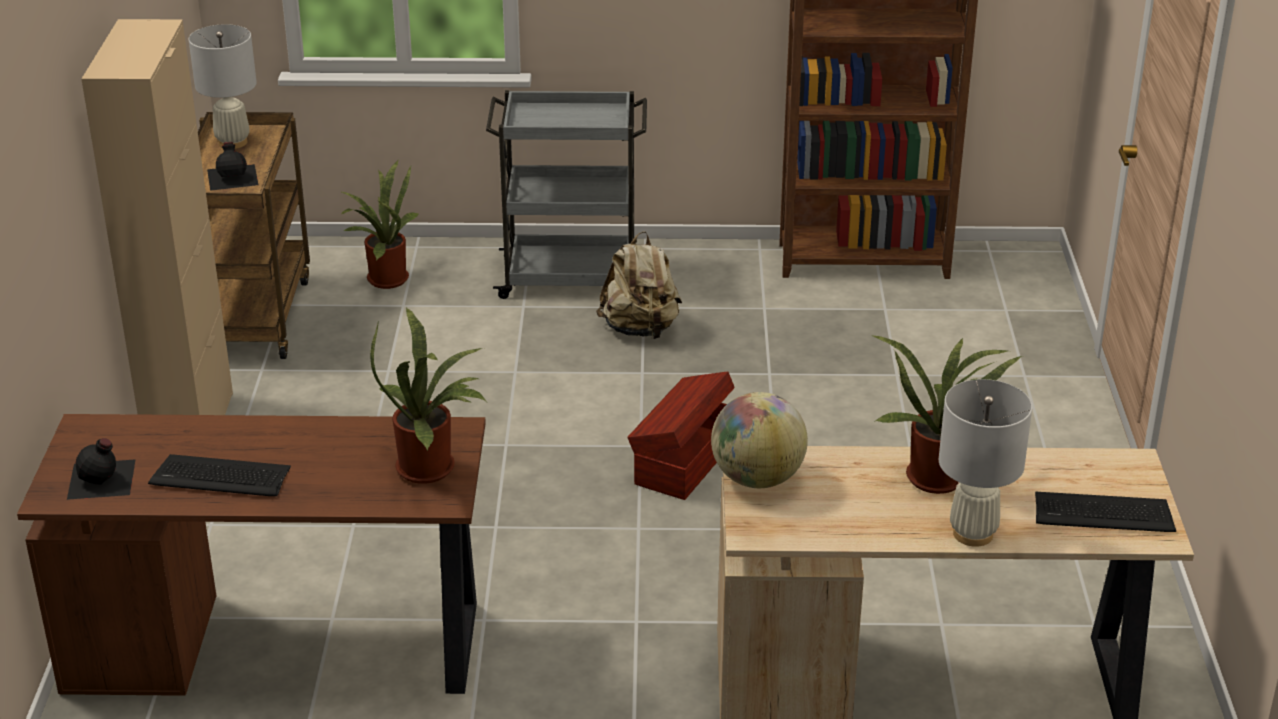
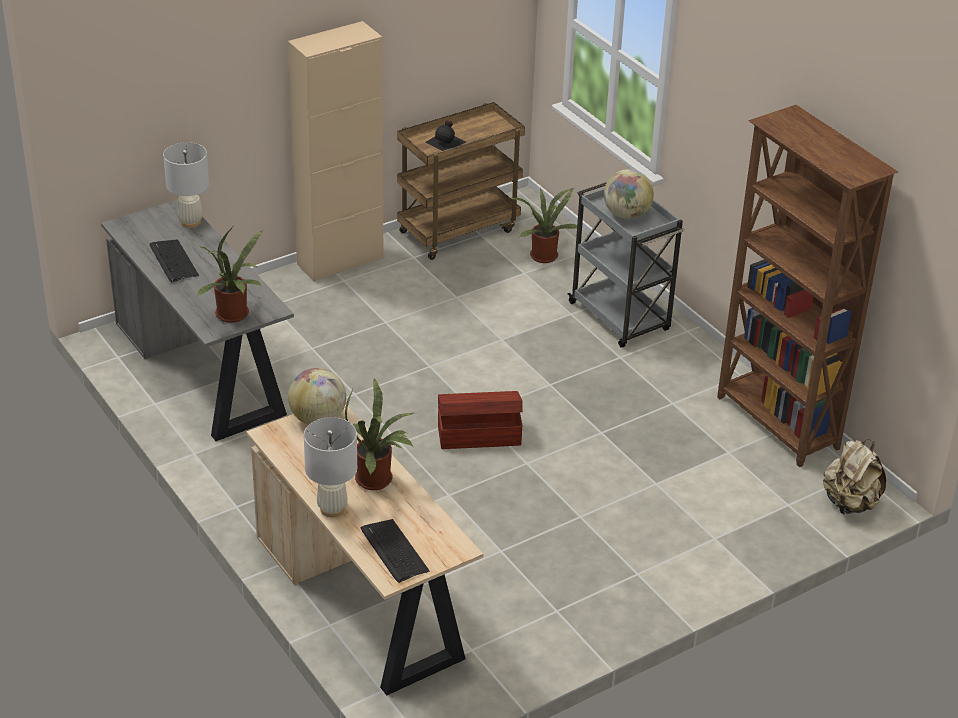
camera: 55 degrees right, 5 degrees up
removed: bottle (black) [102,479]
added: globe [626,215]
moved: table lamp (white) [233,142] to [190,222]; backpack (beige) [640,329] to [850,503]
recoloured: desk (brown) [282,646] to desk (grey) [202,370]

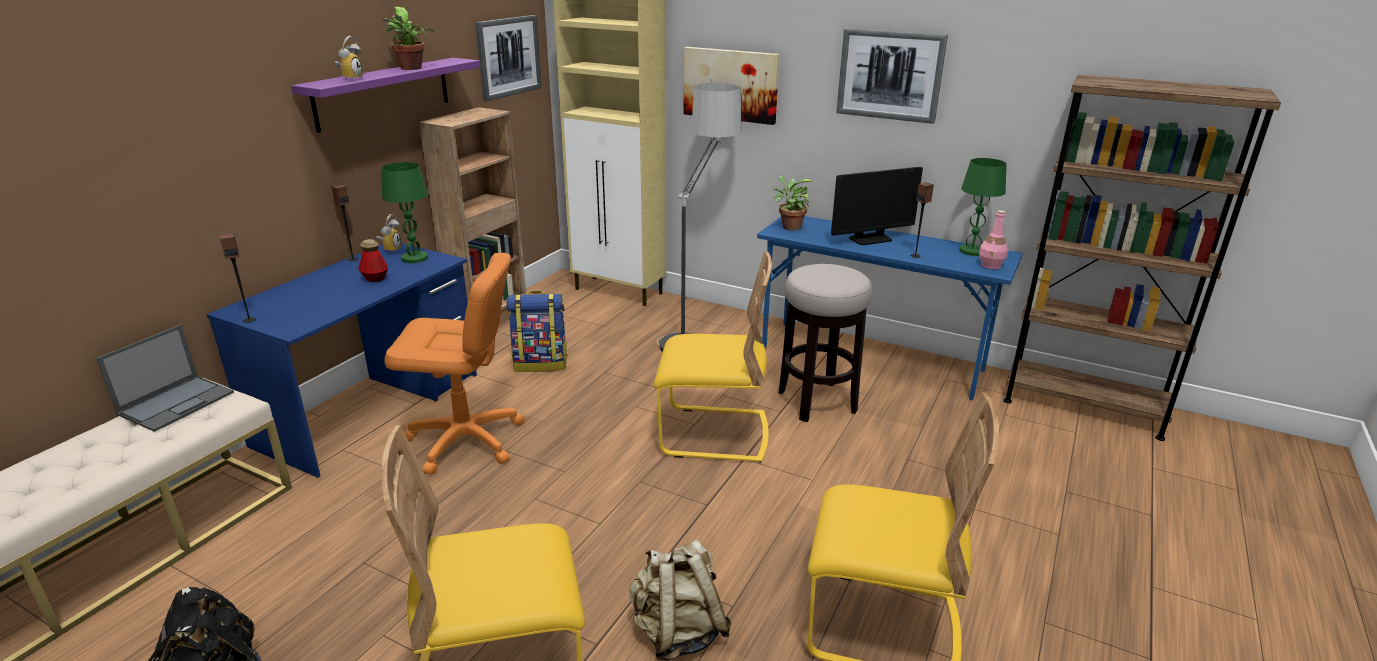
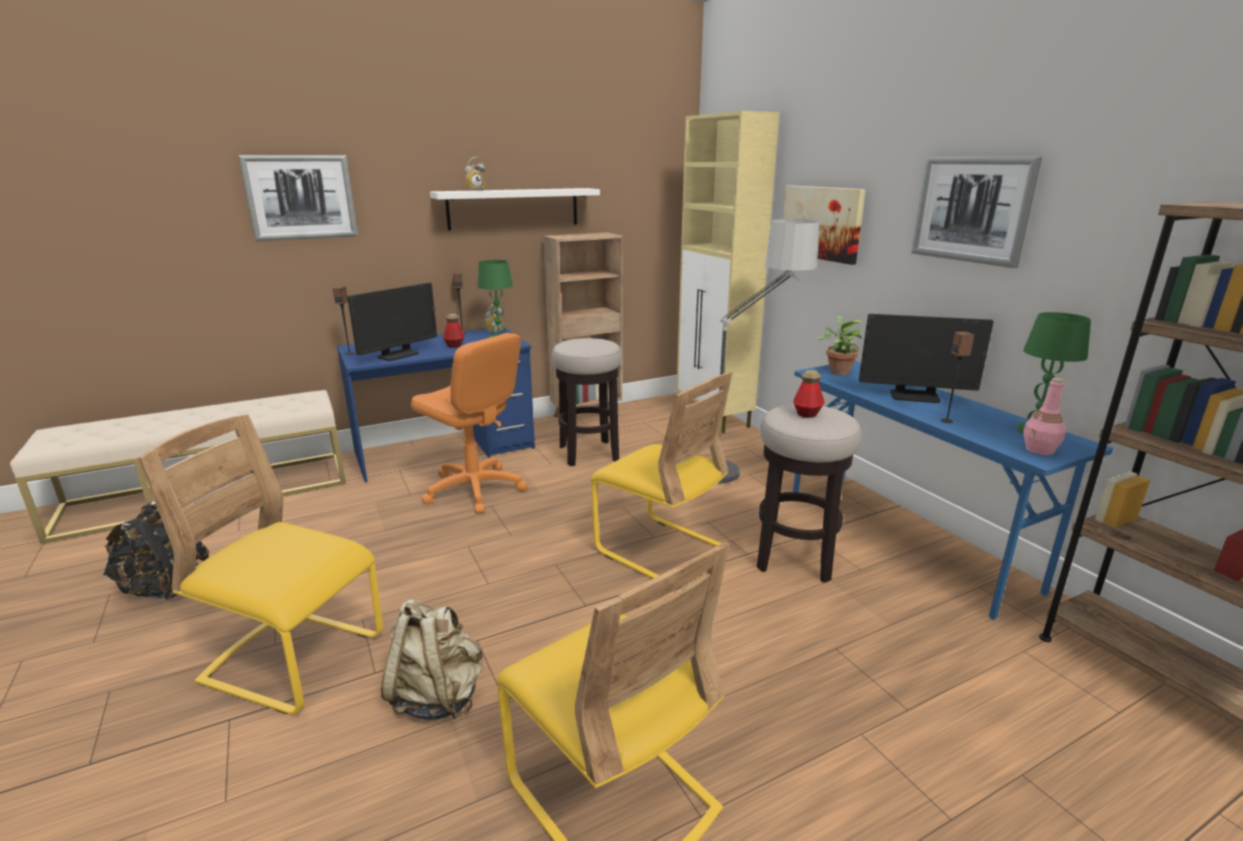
camera: 35 degrees right, 5 degrees down
removed: laptop [177,402]; potted plant [412,69]
added: monitor [398,355]; bottle [807,414]
moved: picture [509,57] to [301,197]
replaced: backpack [541,363] to stool [589,453]
recoloured: shelf (purple) [383,93] to shelf (white) [513,208]

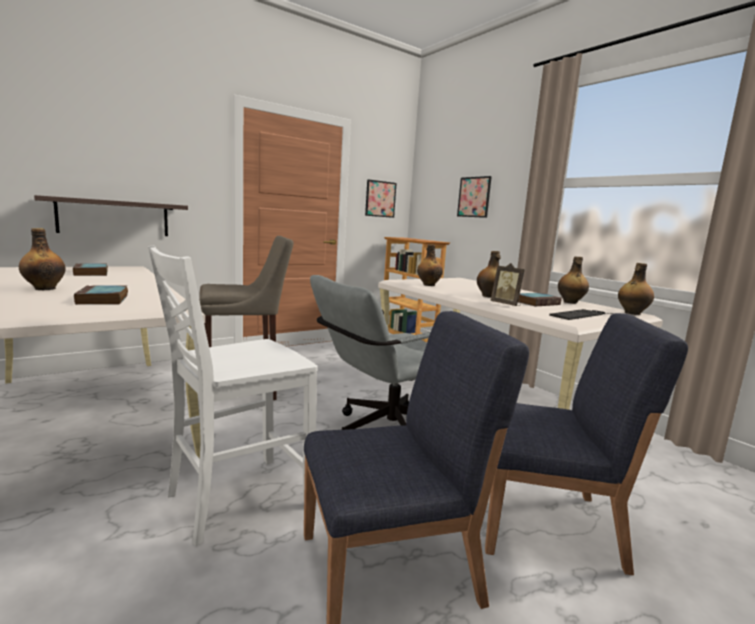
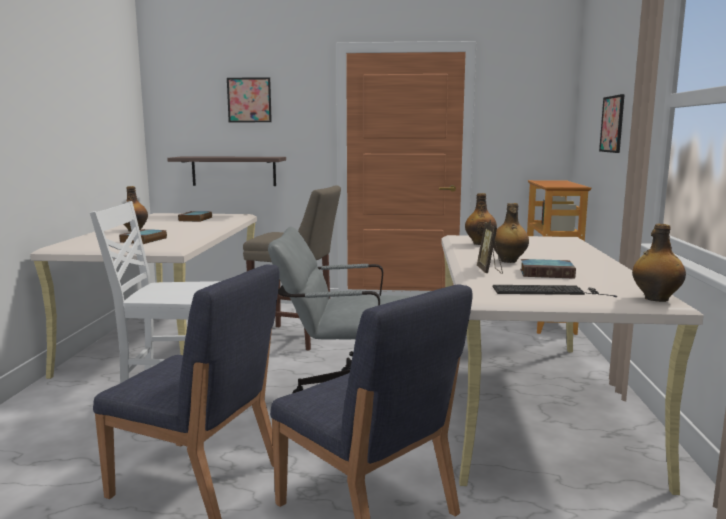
camera: 40 degrees right, 0 degrees up
removed: bottle [570,302]
moved: picture [380,199] to [249,100]

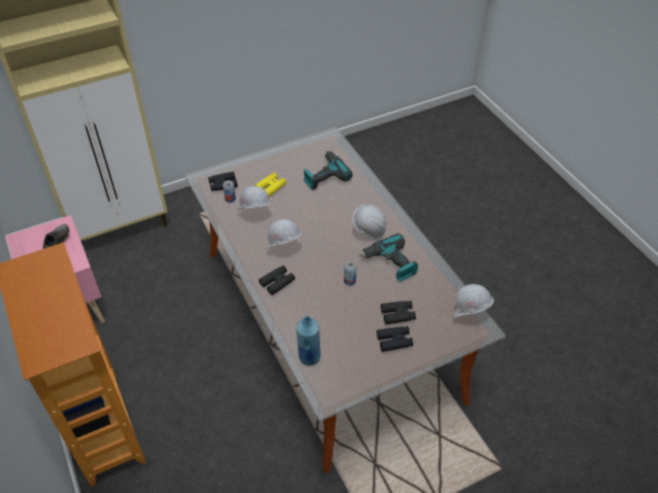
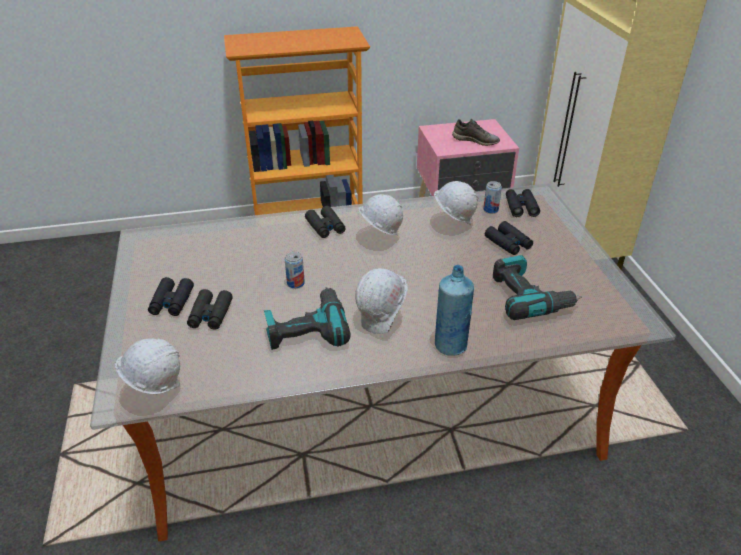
camera: 105 degrees right, 10 degrees down
moved: bottle (blue) [309,357] to [450,345]
recoloured: binoculars (yellow) [270,187] to binoculars (black) [508,243]

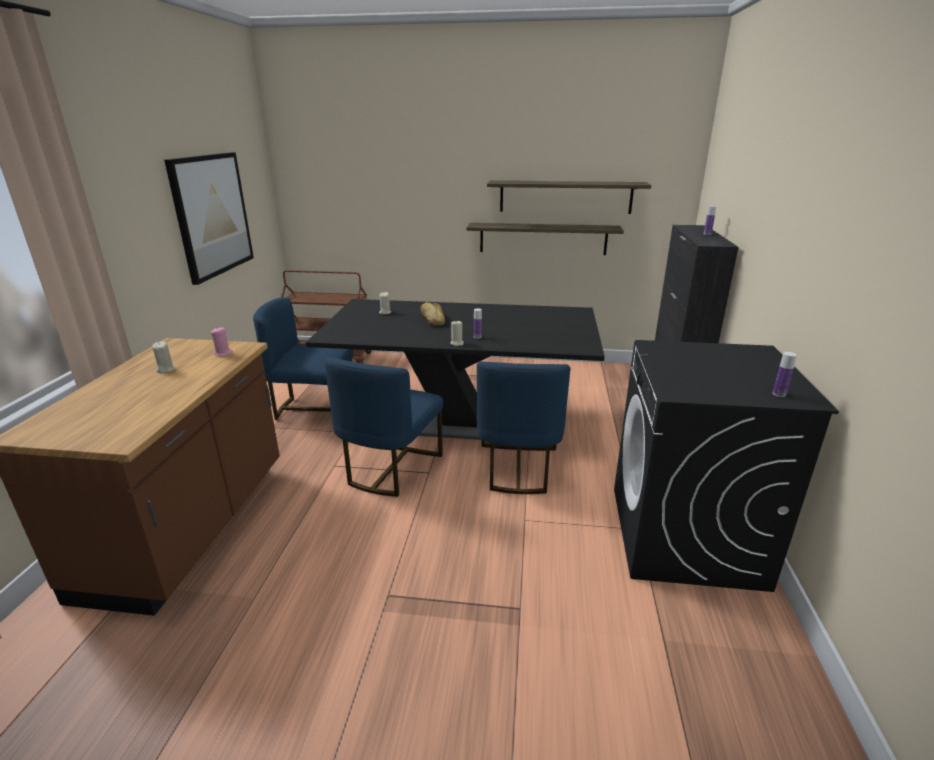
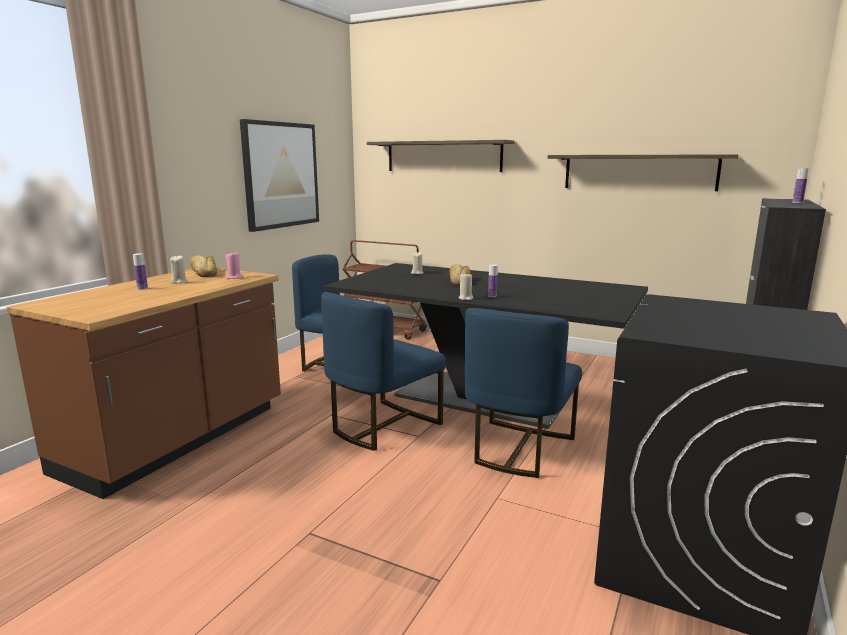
camera: 20 degrees right, 10 degrees down
added: bread [204,273]
moved: shelf [543,238] to [443,156]; bottle [779,394] to [142,288]

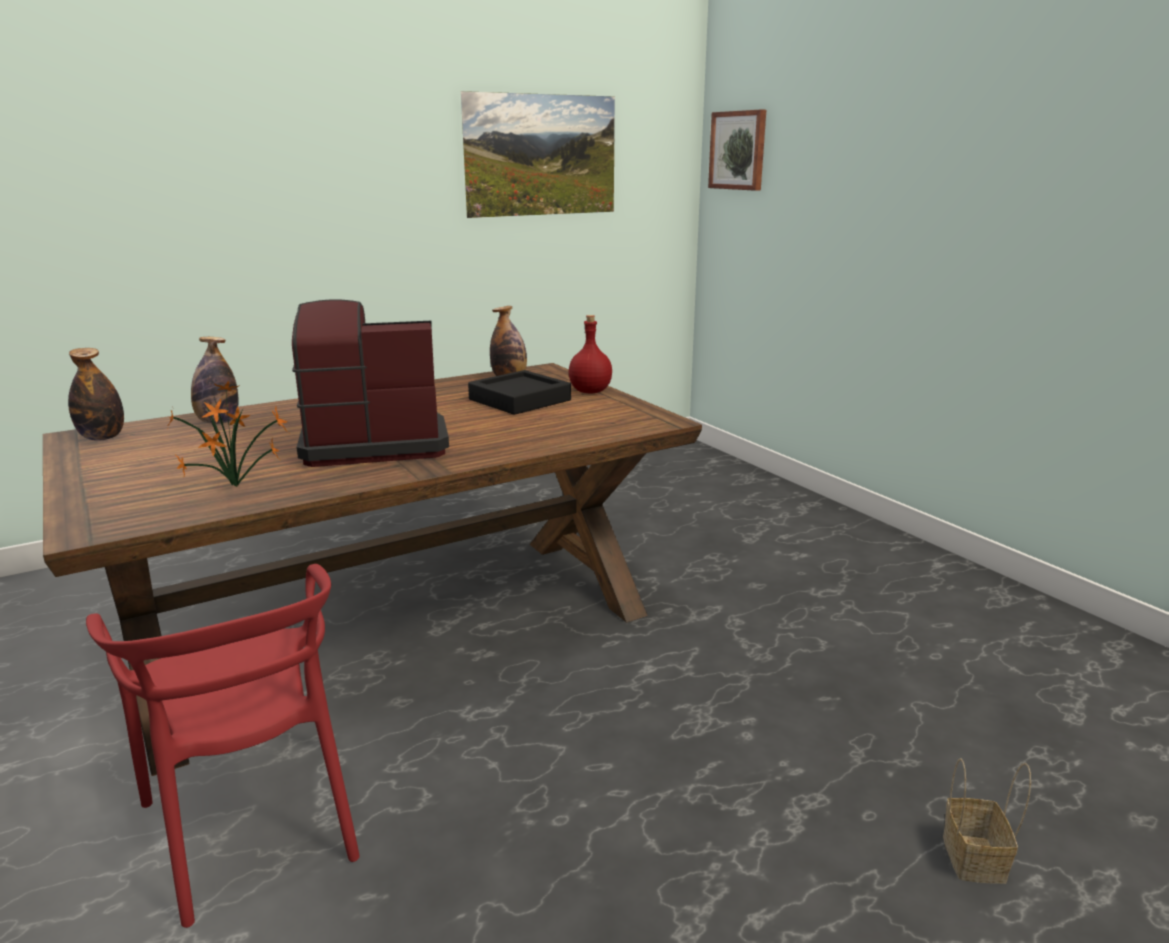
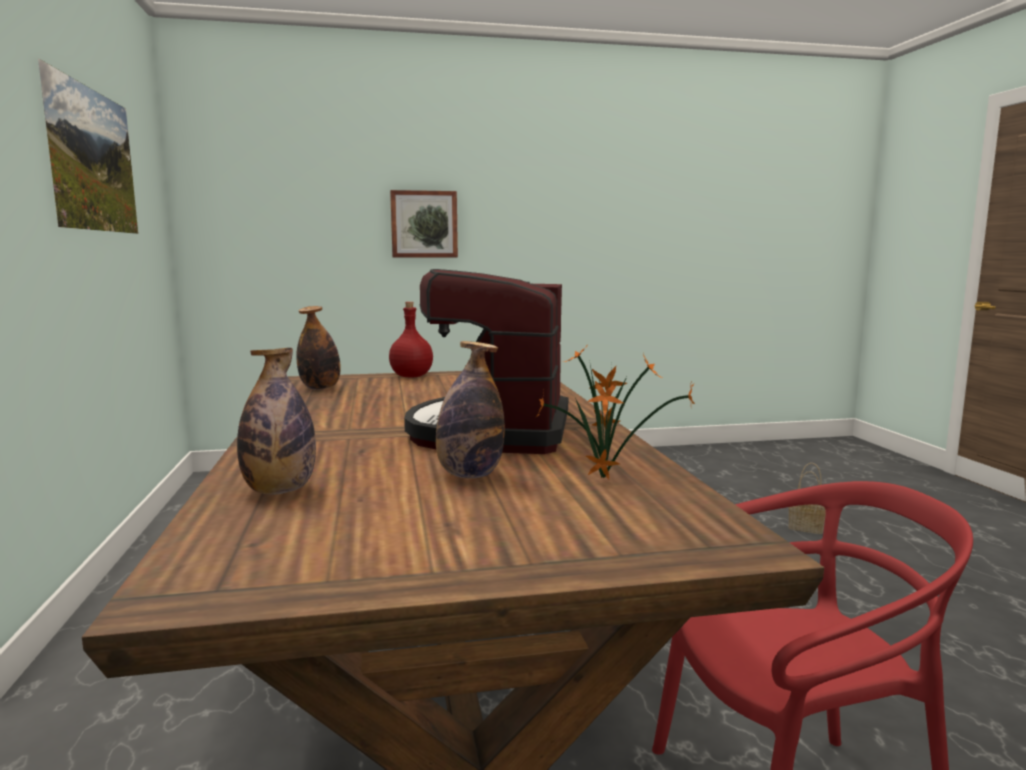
camera: 70 degrees left, 10 degrees down
removed: tray (black) [519,400]
moved: bottle [102,437] to [469,475]; picture [738,150] to [424,224]

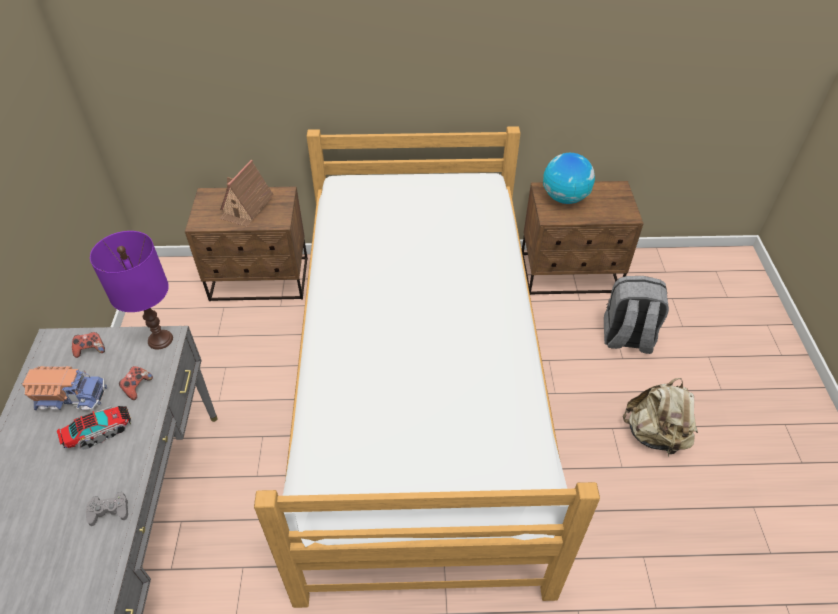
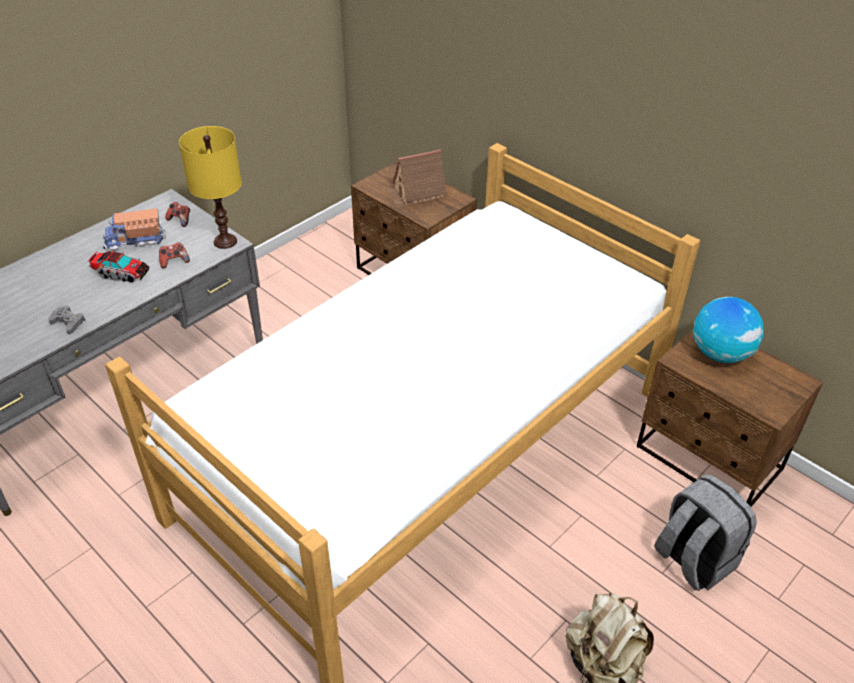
camera: 45 degrees right, 5 degrees down
recoloured: table lamp (purple) [160,339] to table lamp (yellow) [225,241]
turned: toy truck [71,396] = [135,241] 120 degrees clockwise

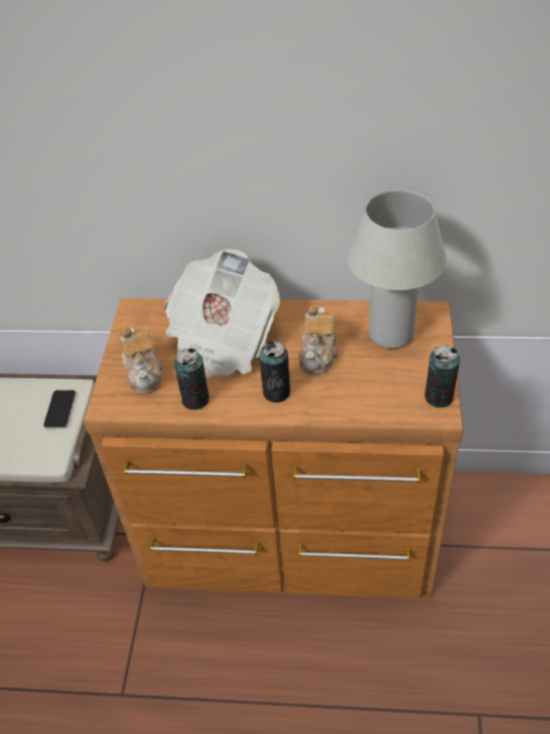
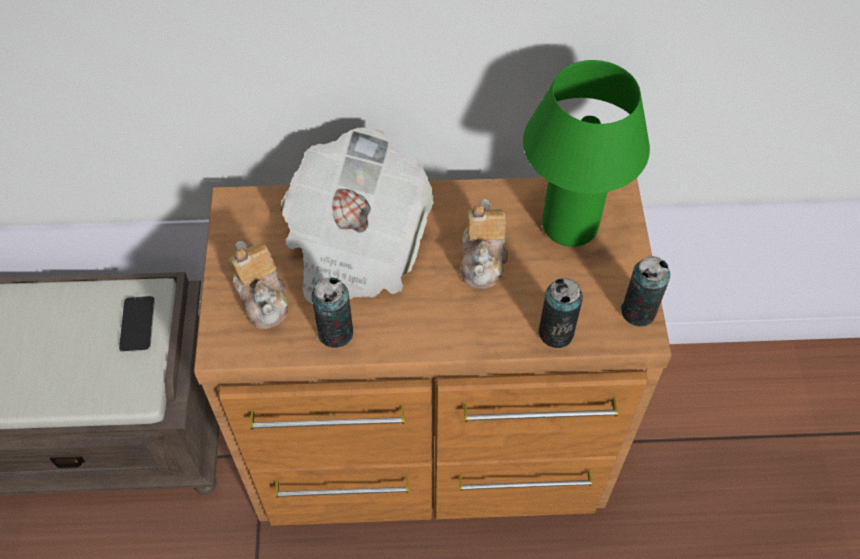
camera: 10 degrees left, 10 degrees up
moved: can [276,392] to [556,333]
recoloured: table lamp (white) [391,334] to table lamp (green) [569,225]

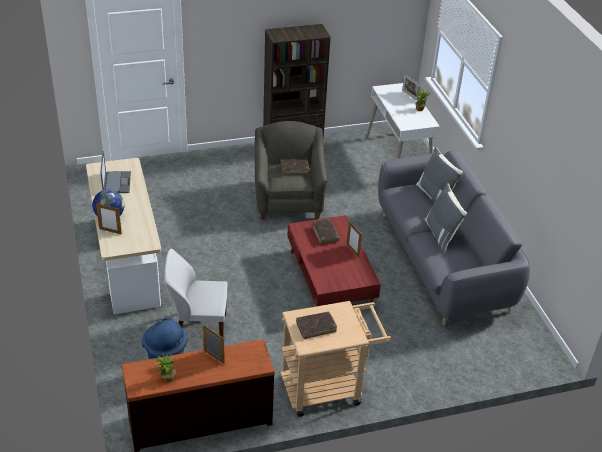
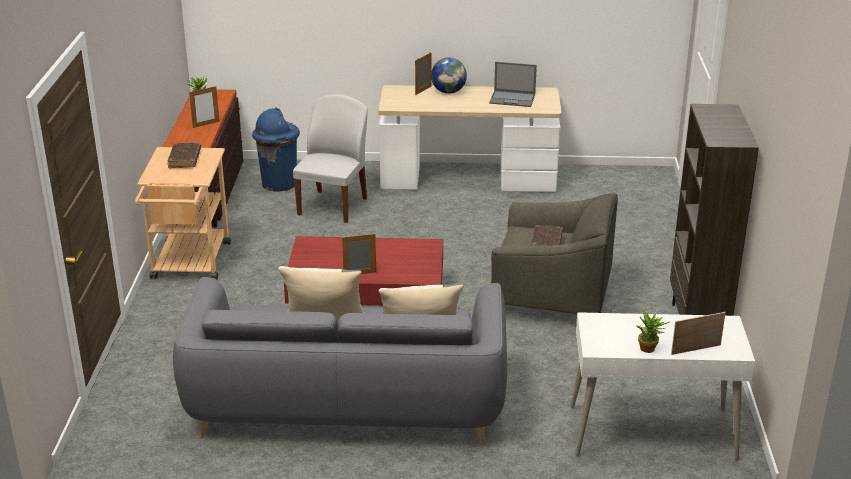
camera: 110 degrees right, 10 degrees down
removed: book (brown) [325,234]

